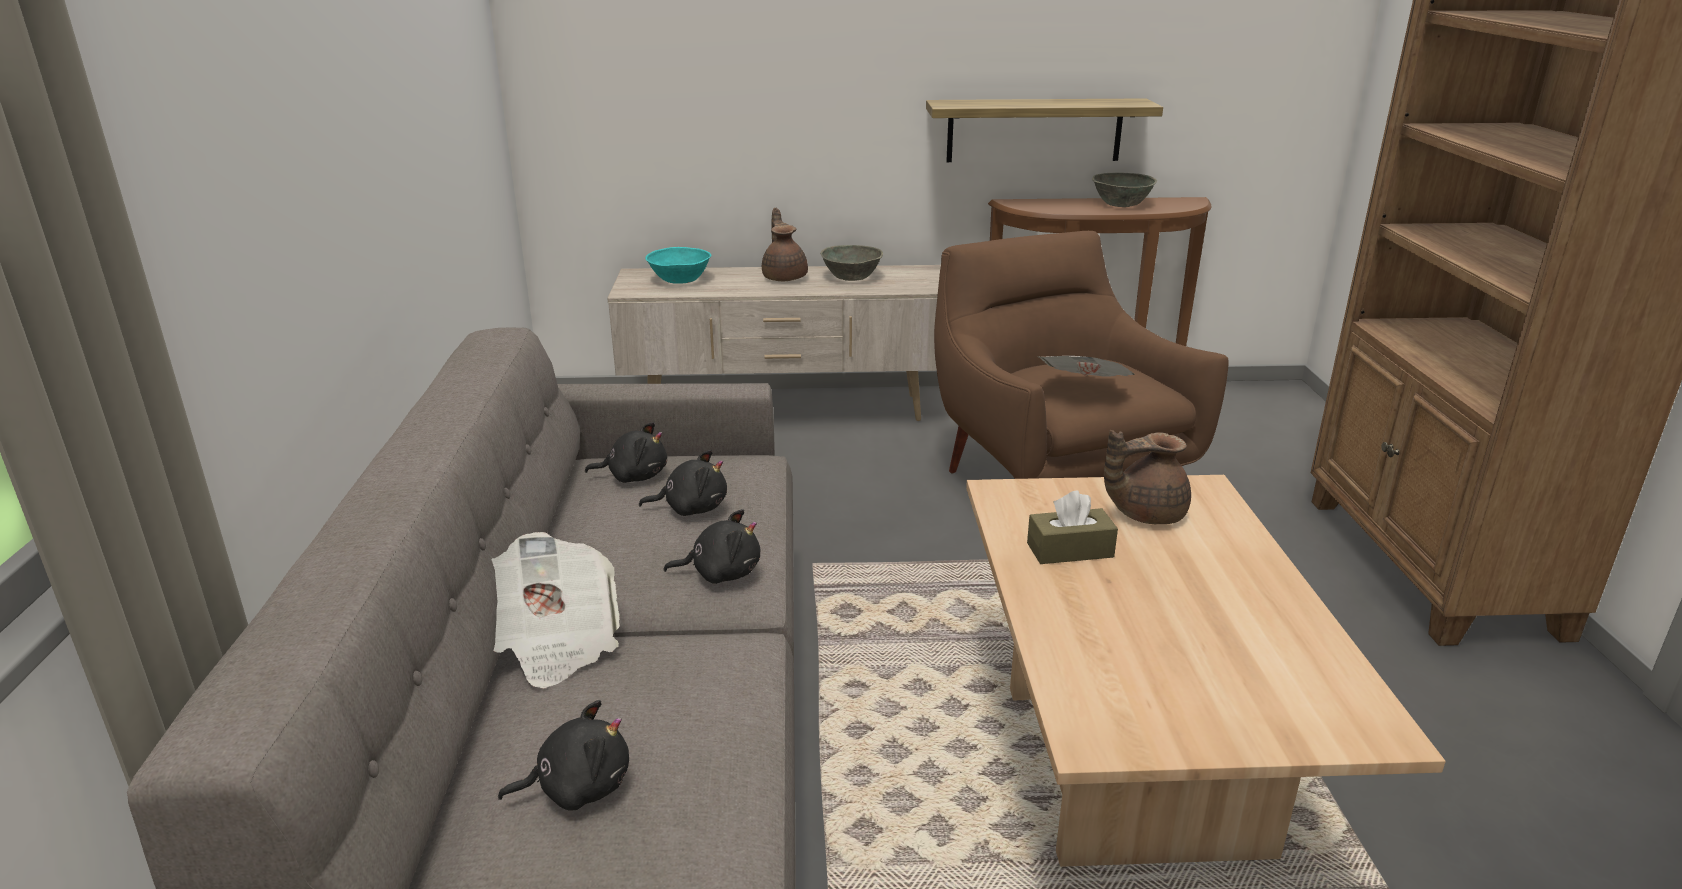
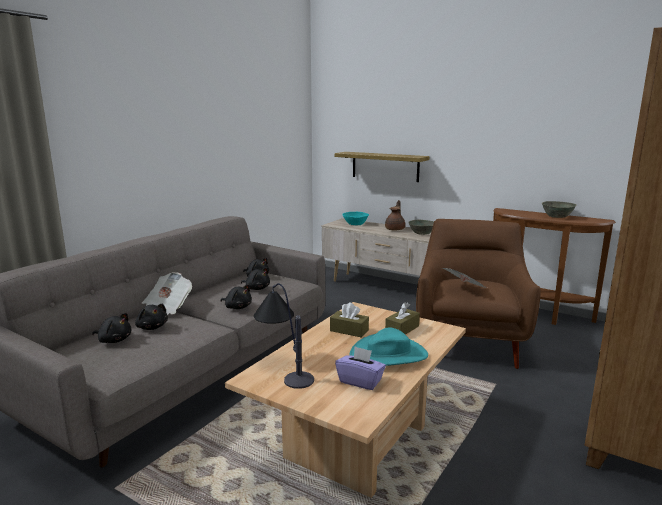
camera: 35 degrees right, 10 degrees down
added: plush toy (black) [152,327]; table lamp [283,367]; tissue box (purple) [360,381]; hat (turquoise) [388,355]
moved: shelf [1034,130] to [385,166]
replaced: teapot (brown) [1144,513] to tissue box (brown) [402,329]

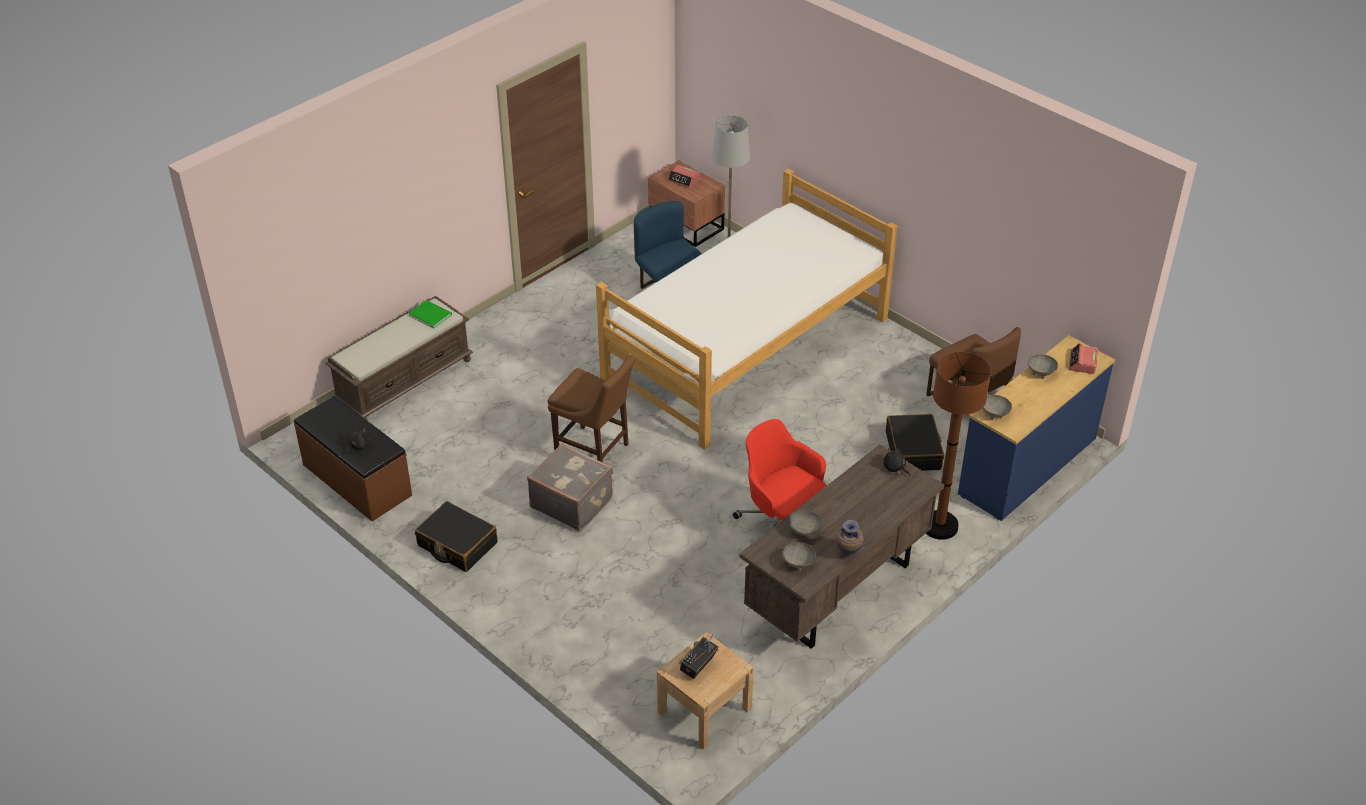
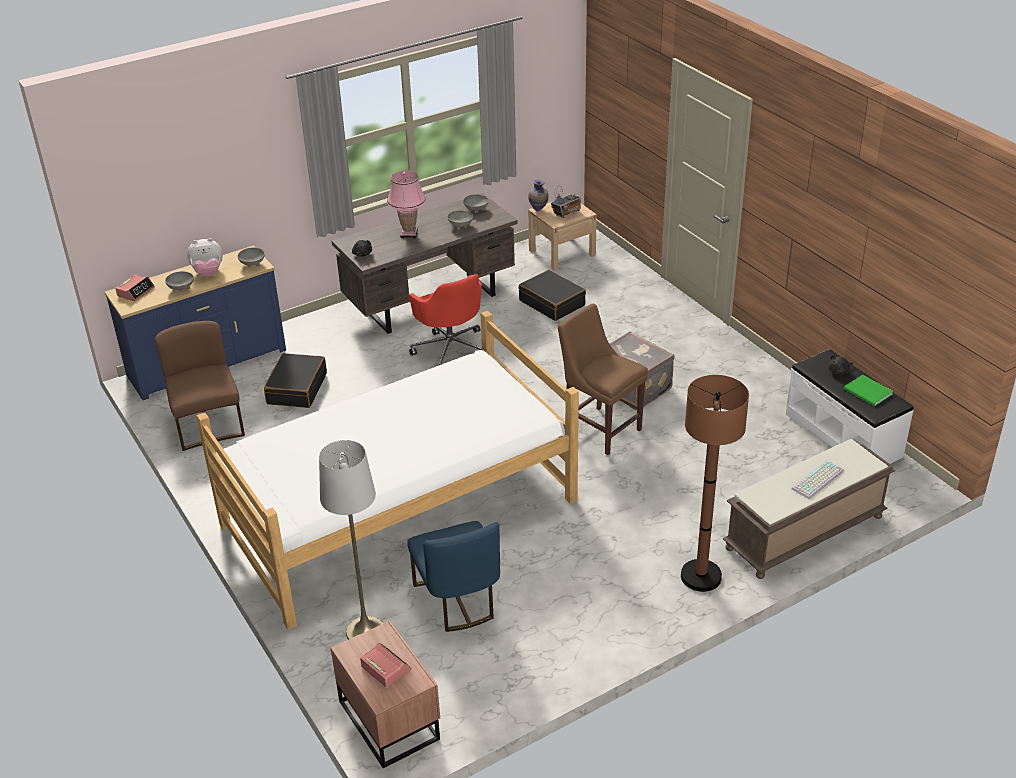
camera: 165 degrees left, 5 degrees down
added: plush toy [208,273]; table lamp (pink) [409,234]; keyboard [818,480]
moved: book (green) [430,314] to [868,392]; suitcase (black) [457,544] to [552,303]; vase [847,554] to [538,210]; floor lamp (brown) [939,526] to [701,576]
recoloured: bench (brown) [356,480] to bench (white) [843,435]

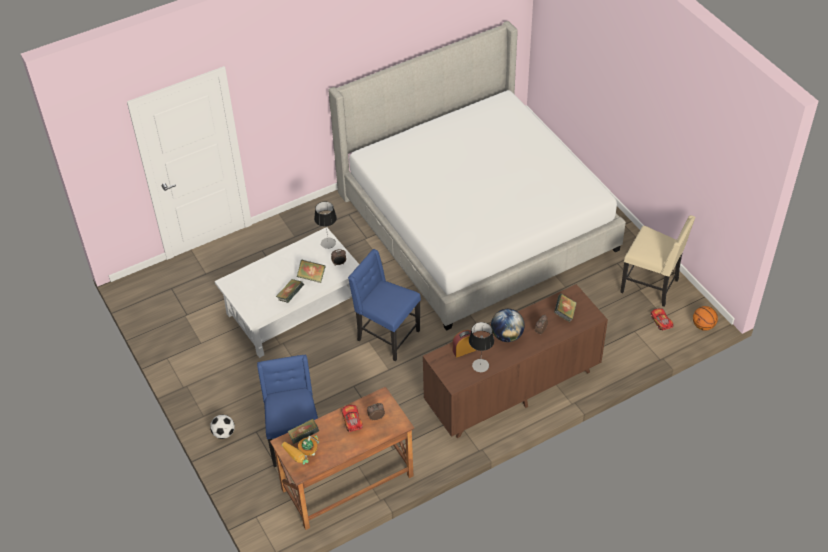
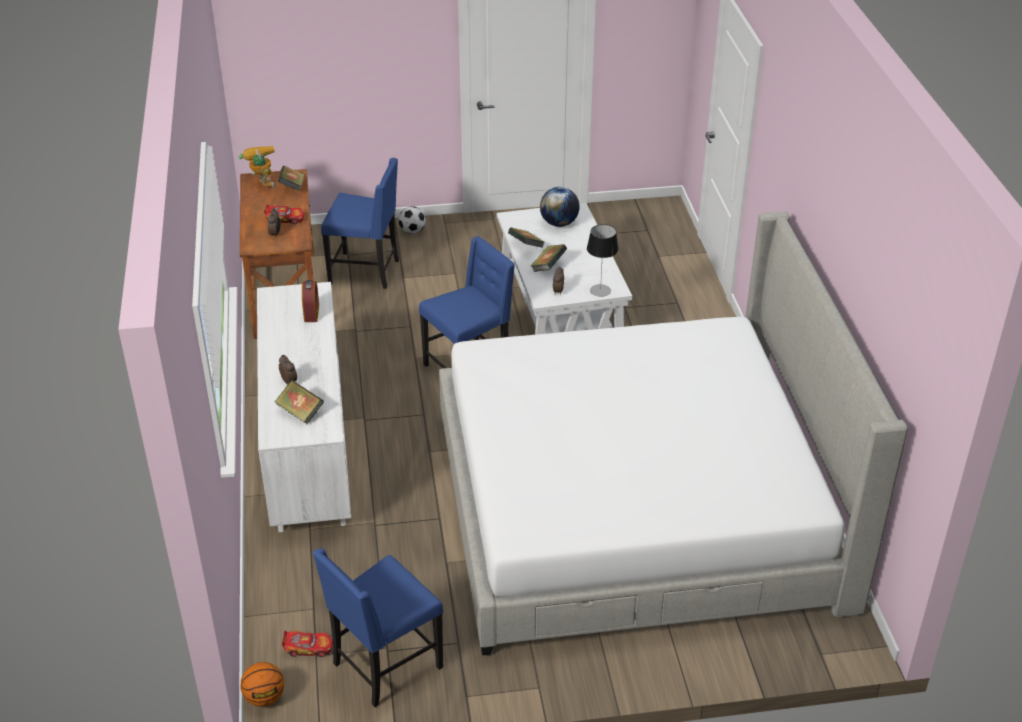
camera: 110 degrees right, 10 degrees down
removed: table lamp [480,365]
moved: globe [507,335] to [559,223]
recoloured: dresser (brown) [512,389] to dresser (white) [308,450]; chair (beige) [651,286] to chair (blue) [385,666]

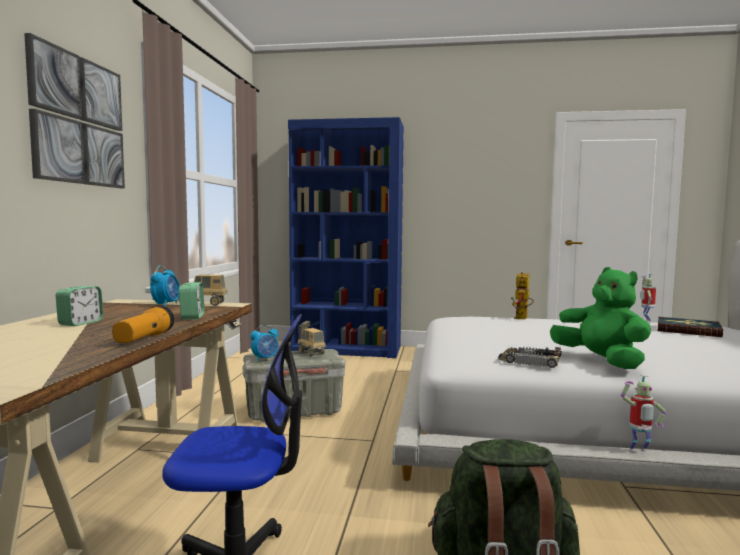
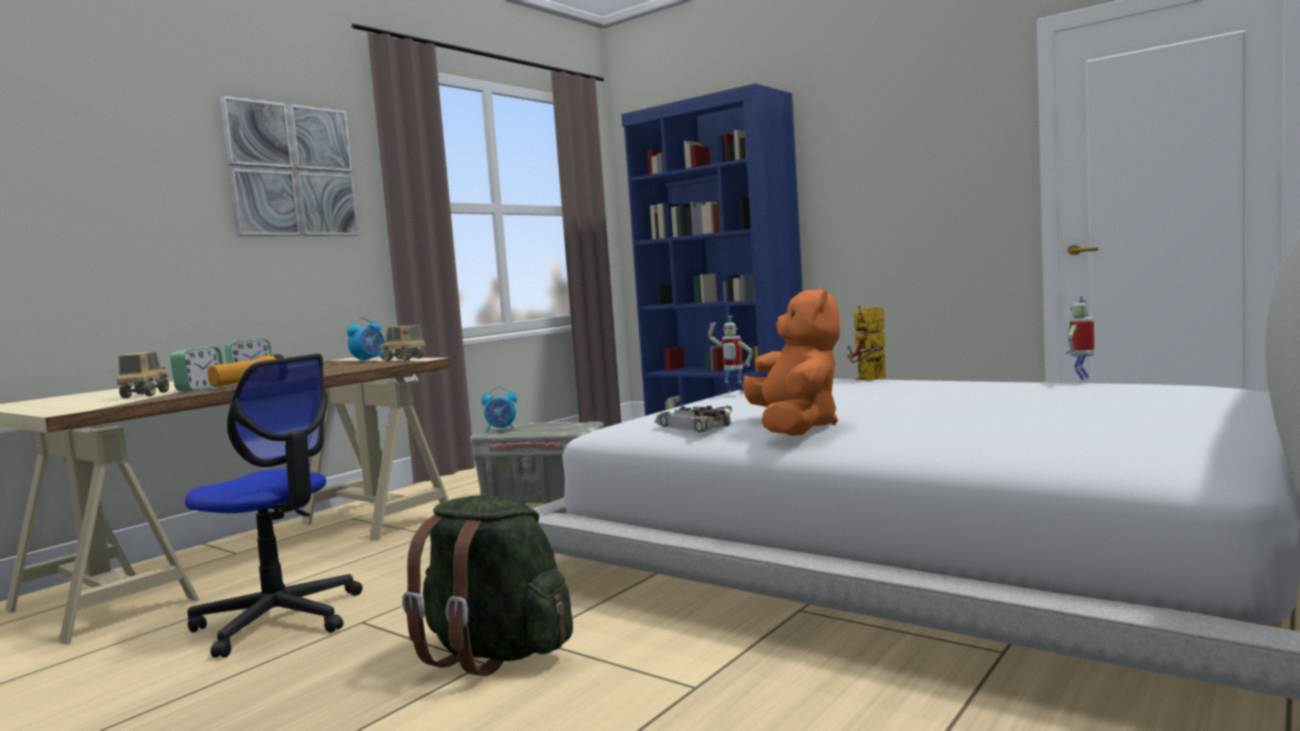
camera: 30 degrees right, 0 degrees up
removed: book [688,330]
moved: alarm clock [192,317] to [200,388]; toy truck [311,353] to [145,395]; toy robot [638,452] to [734,394]
recoloured: plush toy (green) [601,361] to plush toy (orange) [795,428]

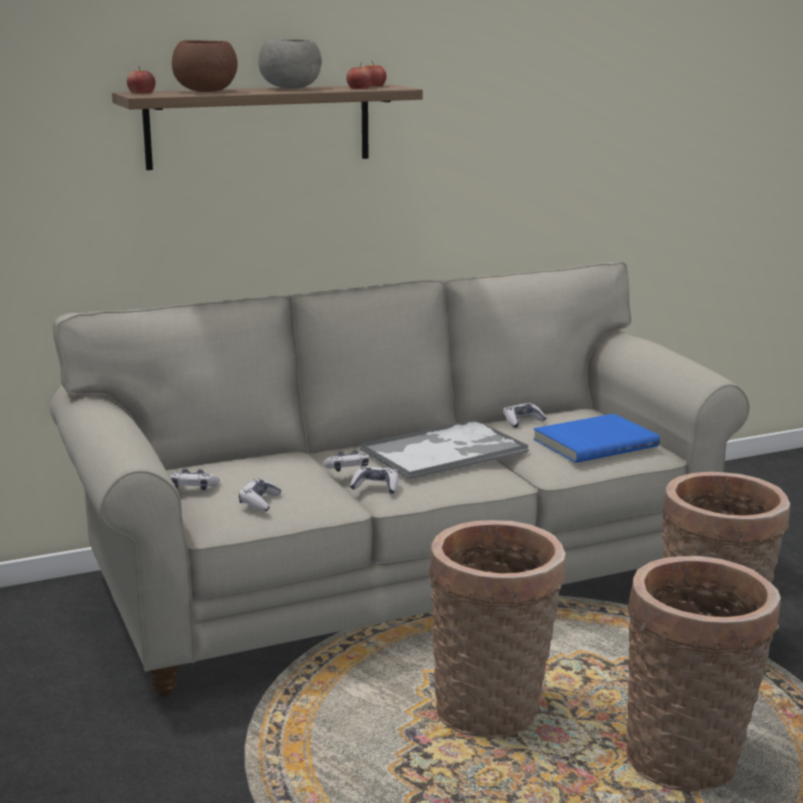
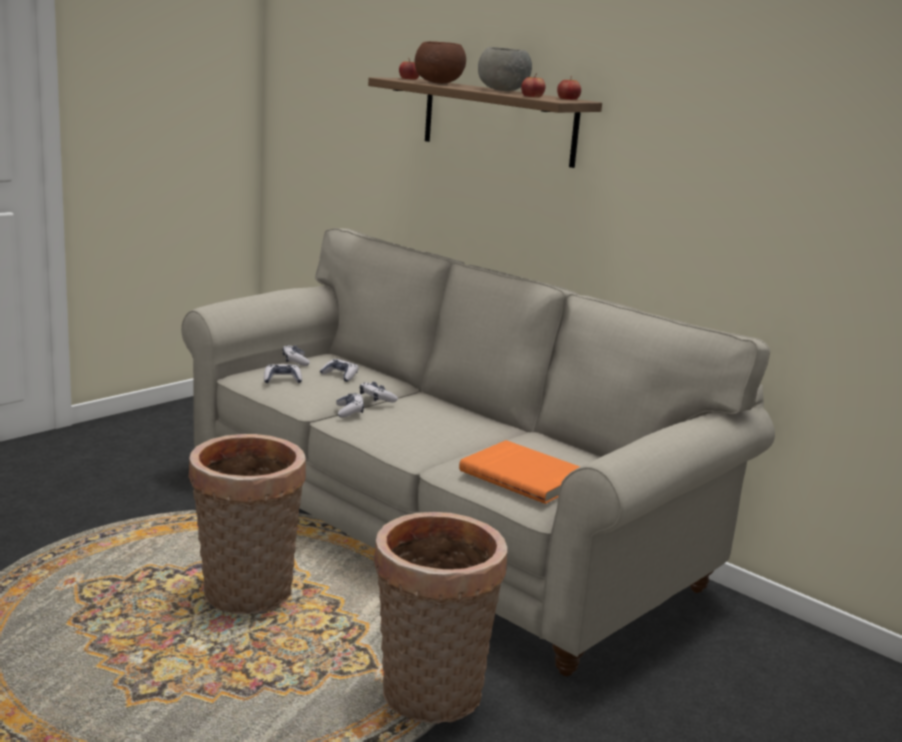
camera: 65 degrees right, 0 degrees up
removed: tray [445,451]; basket [689,762]
moved: game controller [522,421] to [340,376]
recoloured: book (blue) [594,442] to book (orange) [525,475]

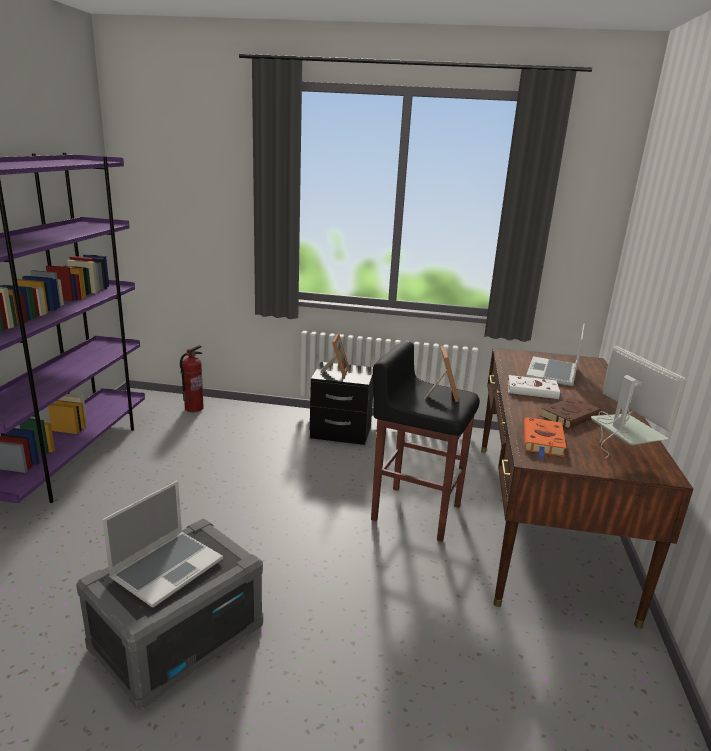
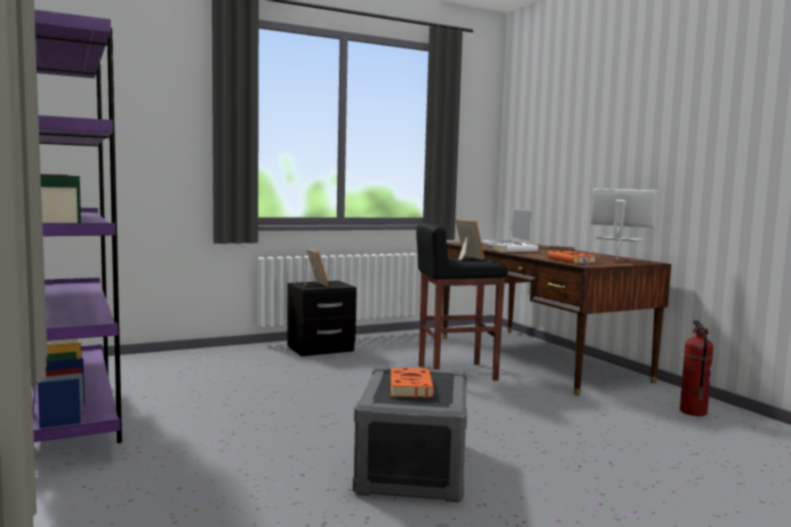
camera: 35 degrees left, 15 degrees down
moved: fire extinguisher [194,408] to [692,412]
replaced: laptop [167,568] to book (orange) [410,386]

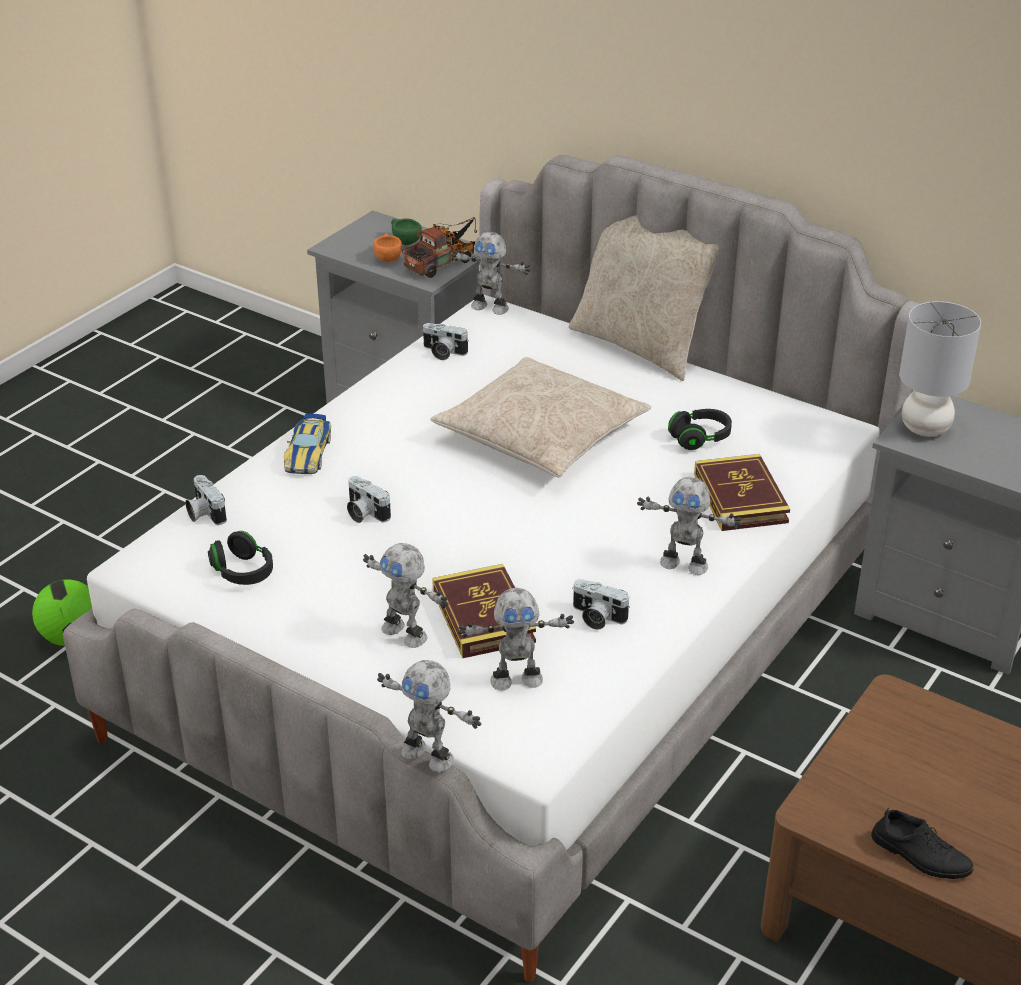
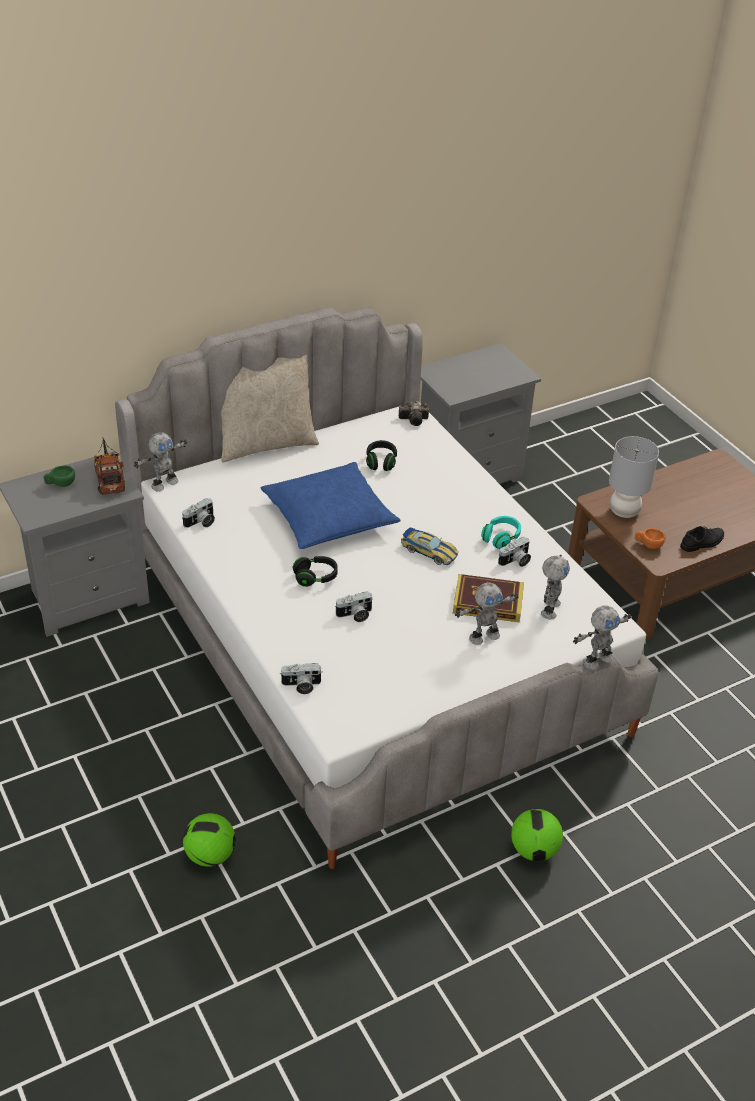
camera: 65 degrees left, 5 degrees up
removed: toy robot [684,564]; book [740,498]
added: photo camera [415,420]; headphones (turquoise) [501,538]; football [534,850]
moved: headphones (black) [242,572] to [315,577]; toy car [308,453] to [429,551]; cup (orange) [387,257] to [648,545]; table lamp (grey) [925,429] to [624,512]
recoloured: pillow (beige) [540,434] to pillow (blue) [328,517]

